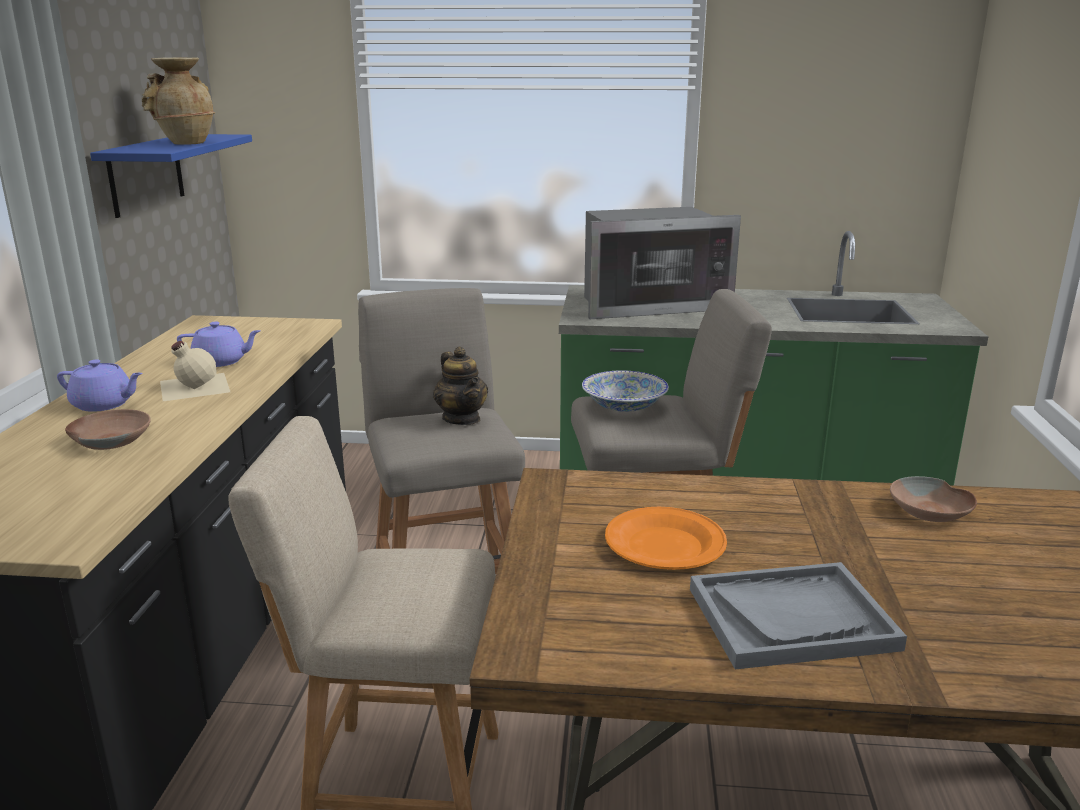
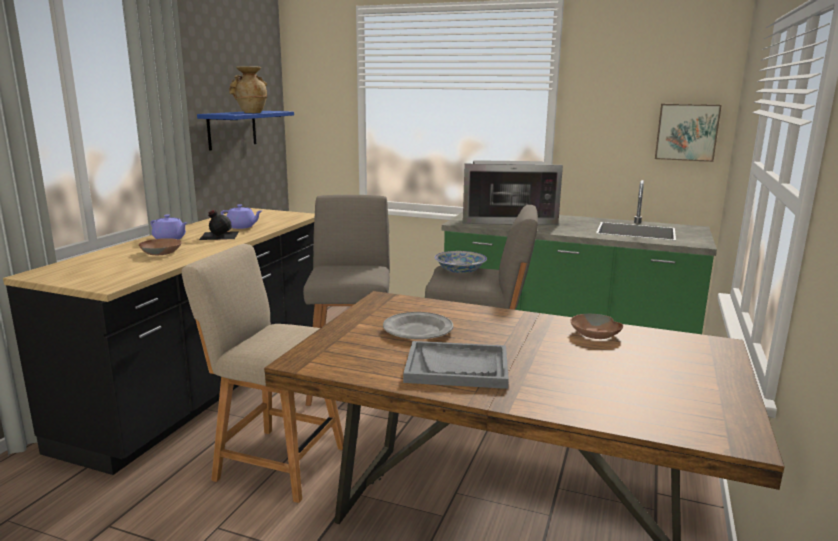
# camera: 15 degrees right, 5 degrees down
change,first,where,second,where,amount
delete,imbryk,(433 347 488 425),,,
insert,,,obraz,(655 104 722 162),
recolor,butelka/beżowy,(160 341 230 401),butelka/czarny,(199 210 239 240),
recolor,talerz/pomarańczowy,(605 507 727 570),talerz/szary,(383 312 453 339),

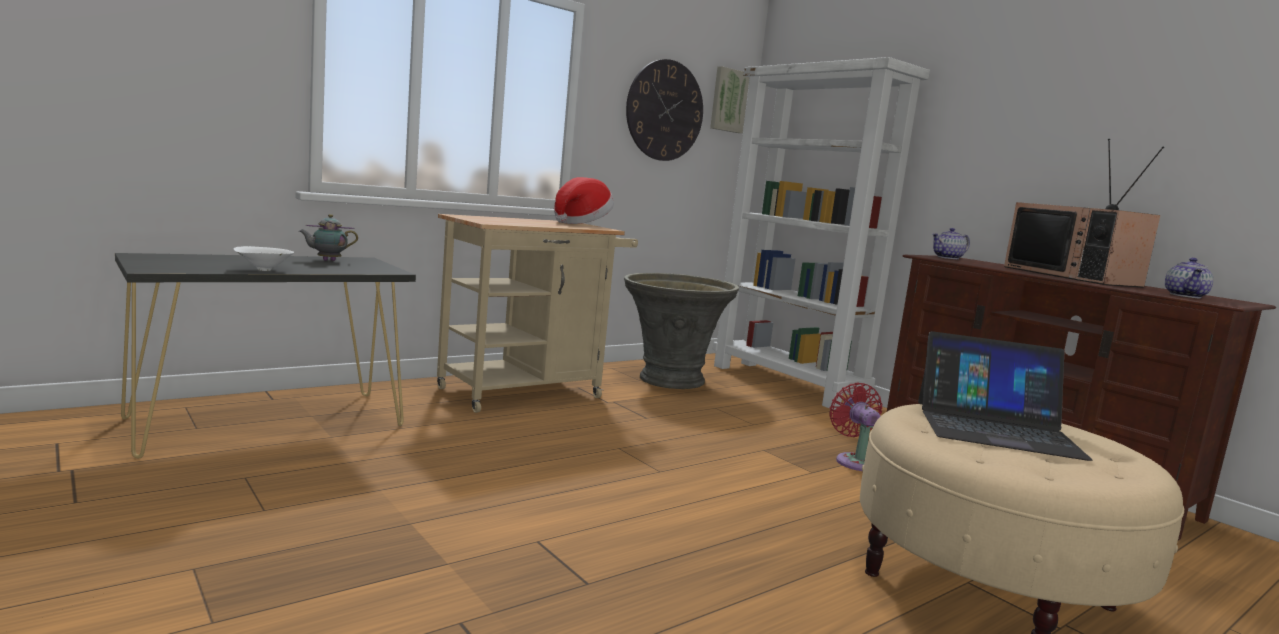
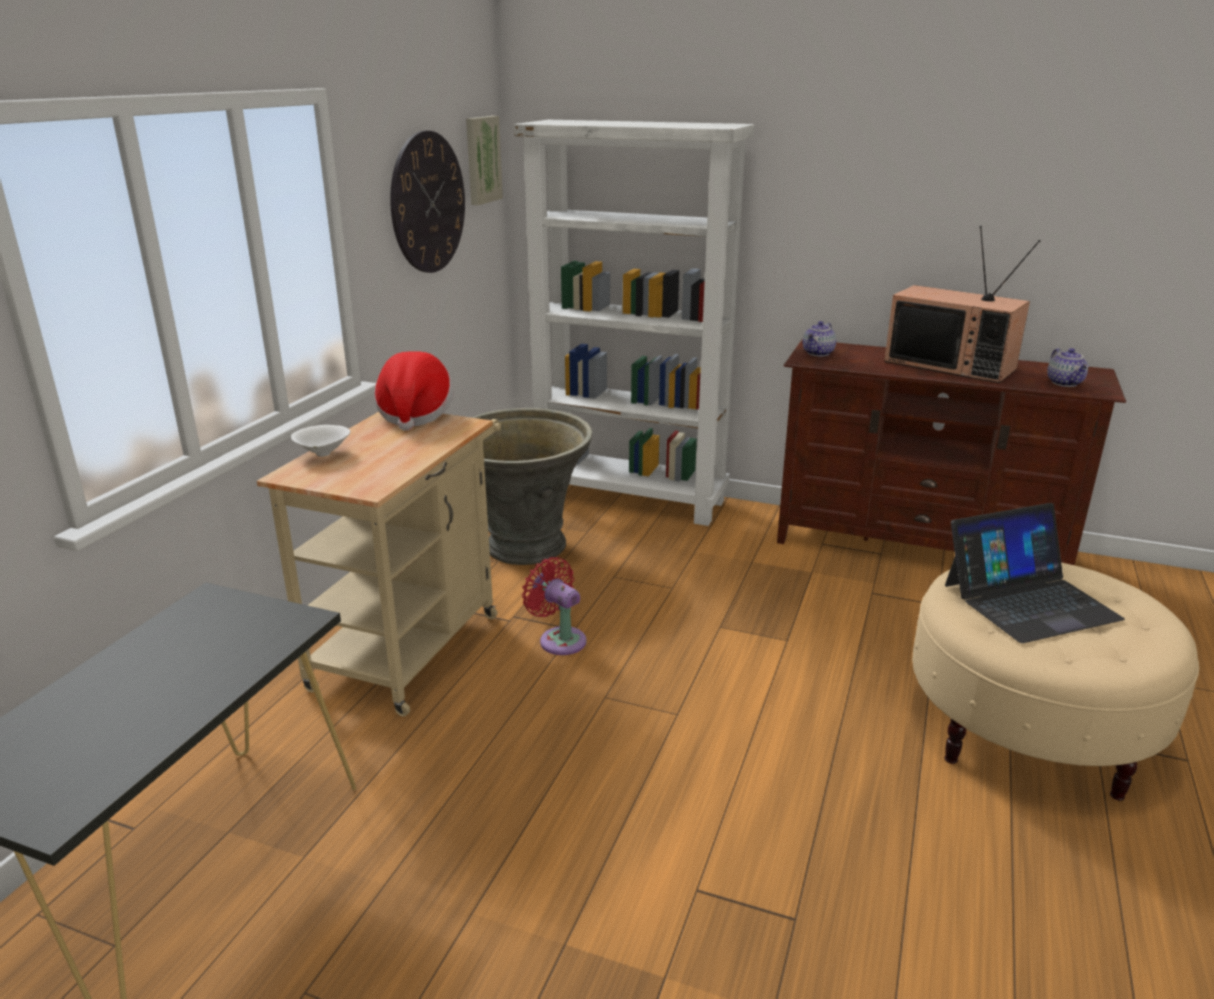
# camera: 30 degrees left, 15 degrees up
change,first,where,second,where,amount
delete,imbryk,(299 214 358 261),,,
move,miska/biały,(233 246 294 271),,(291 425 350 457),
move,wentylator/czerwony,(829 383 882 471),,(522 557 587 655),

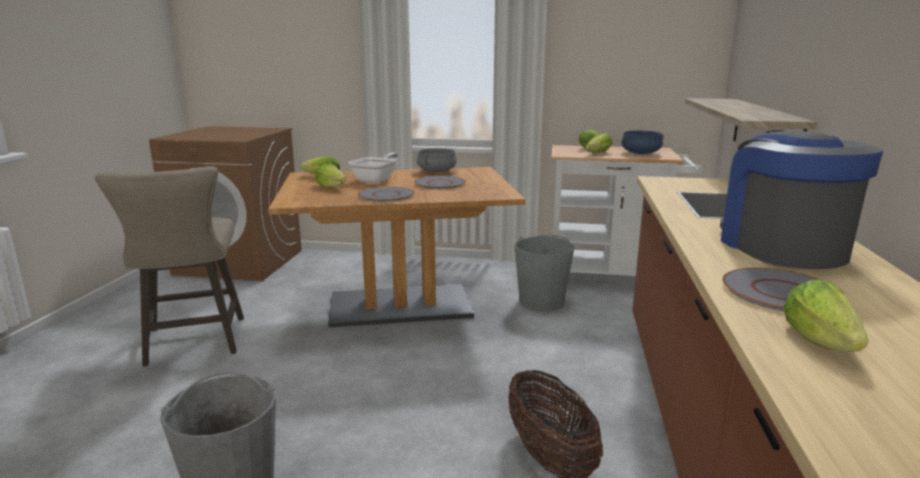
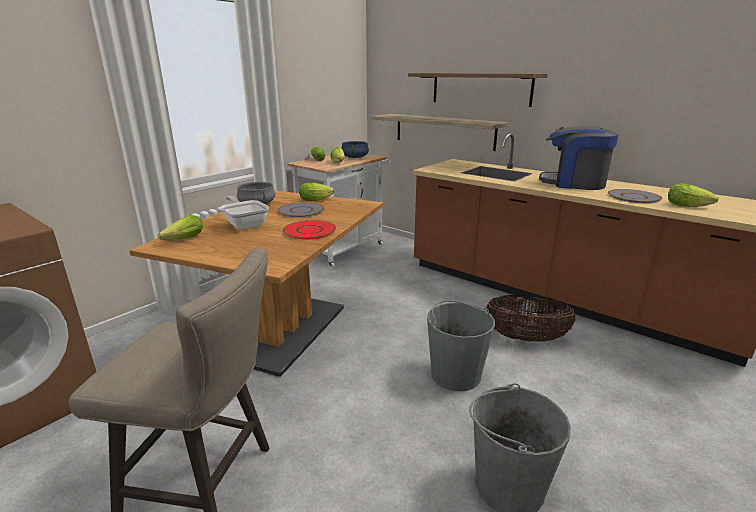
# camera: 60 degrees left, 5 degrees up
change,first,where,second,where,amount
insert,,,półka,(408 73 548 107),
move,sałata,(315 164 346 187),,(299 182 334 201),
move,wiadro/szary,(514 235 575 311),,(427 300 495 391),
recolor,talerz/szary,(358 186 415 202),talerz/czerwony,(283 220 336 239),

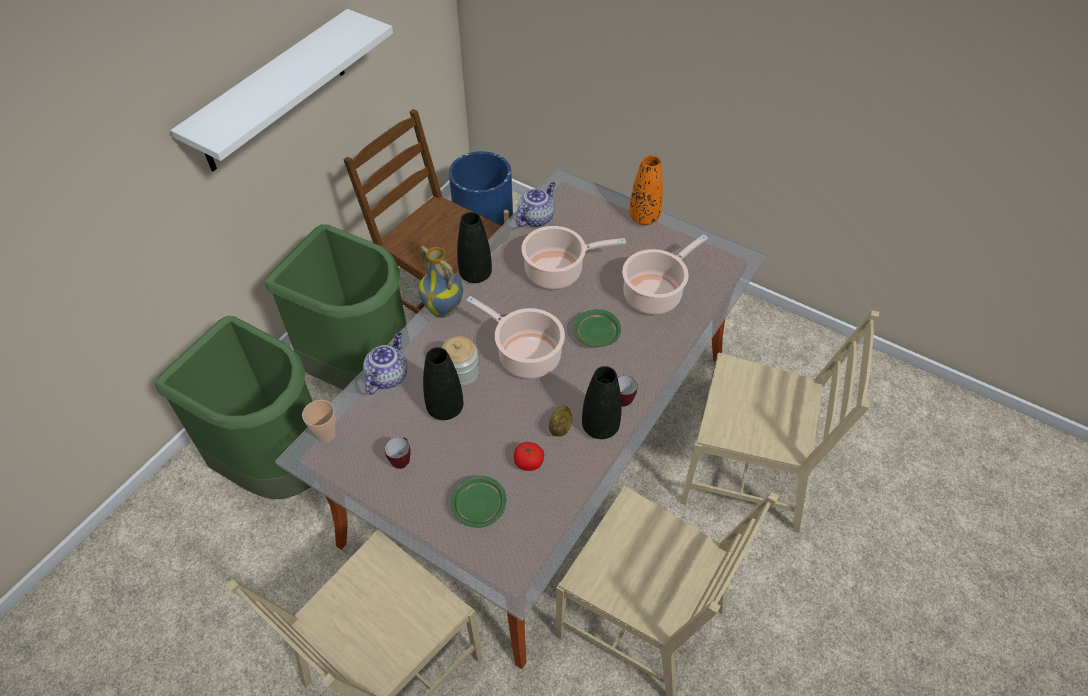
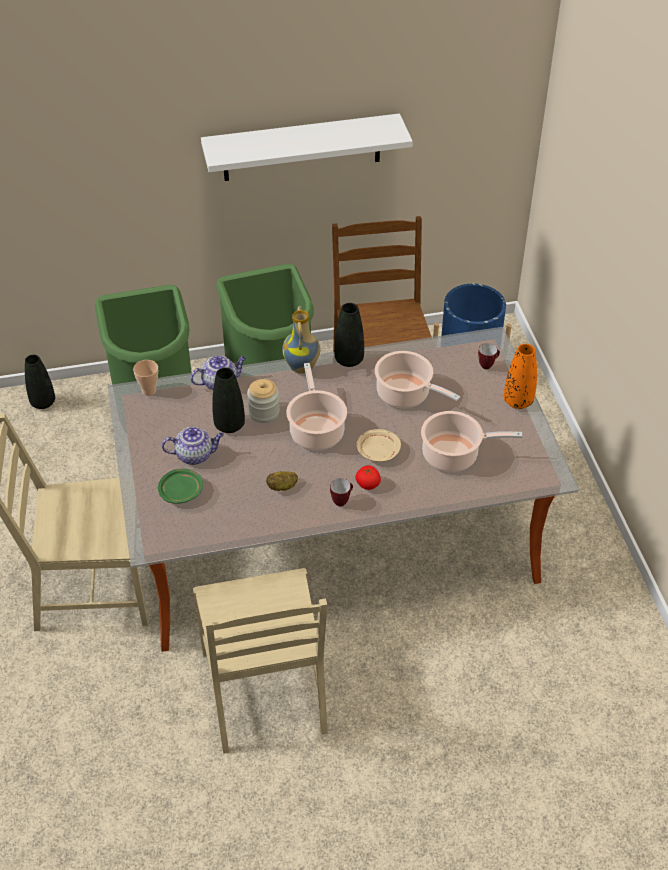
# camera: 45 degrees right, 5 degrees down
change,first,where,second,where,amount
delete,krzesło/beżowy,(680 310 879 533),,,
move,kubek,(385 437 411 469),,(478 343 500 369),
move,pomidor,(514 442 544 471),,(355 465 381 490),
move,imbryk,(516 182 555 227),,(162 426 224 465),
move,wazon/czarny,(582 366 622 439),,(25 355 55 409),
recolor,talerz/zielony,(573 309 621 347),talerz/beżowy,(357 429 401 462),

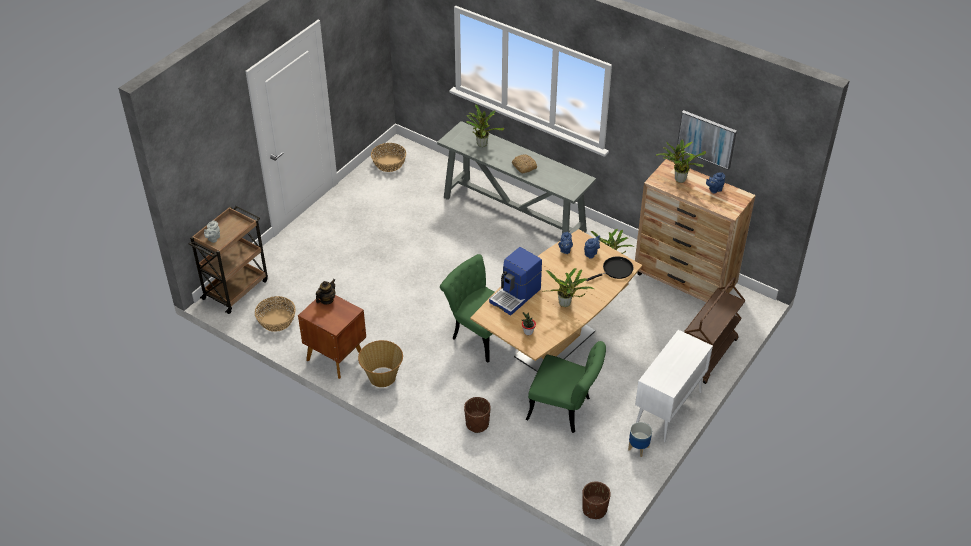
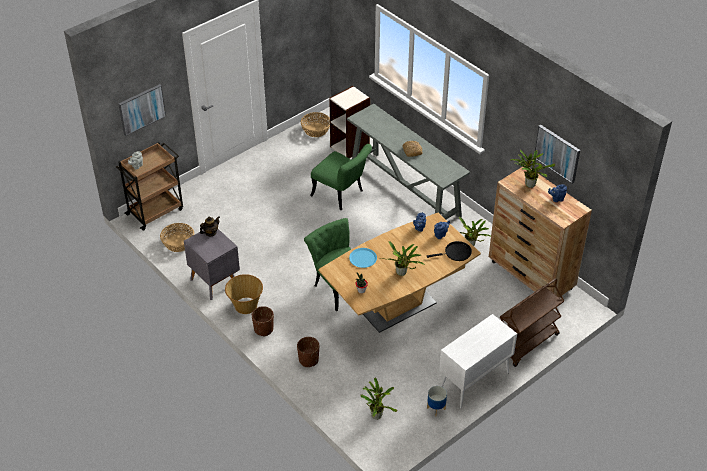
# camera: 15 degrees right, 0 degrees up
change,first,where,second,where,amount
insert,,,obraz,(118 84 166 136),
insert,,,regał,(329 86 370 158),
move,roślina doniczkowa,(466 104 504 147),,(361 378 397 420),
move,krzesło/zielony,(526 341 606 433),,(310 144 372 210),
move,donica/brązowy,(582 481 611 519),,(252 306 274 337),
replace,ekspres do kawy,(489 247 542 316),talerz/niebieski,(349 248 377 268),
recolor,szafka nocna/brązowy,(298 295 366 379),szafka nocna/szary,(184 229 240 300),

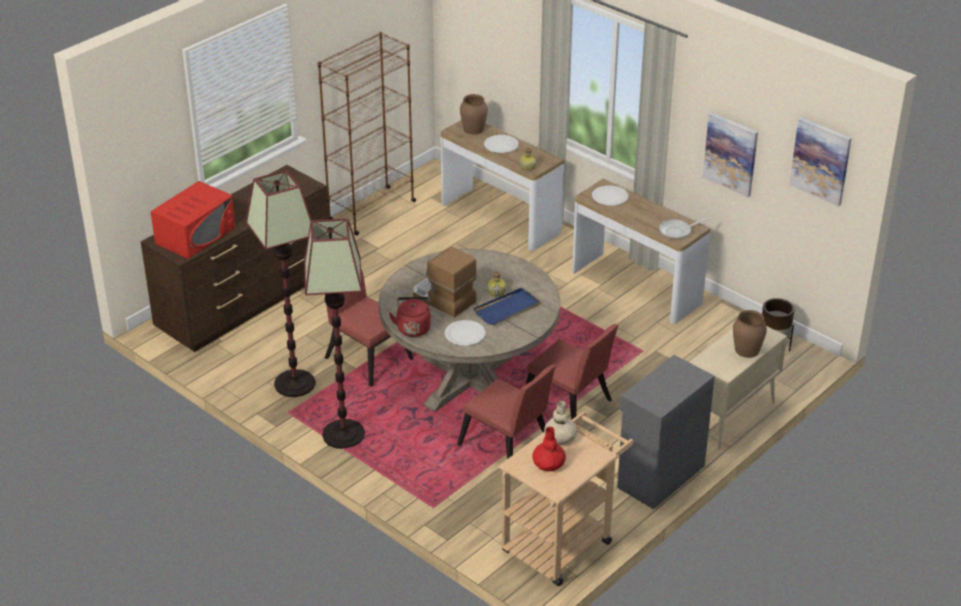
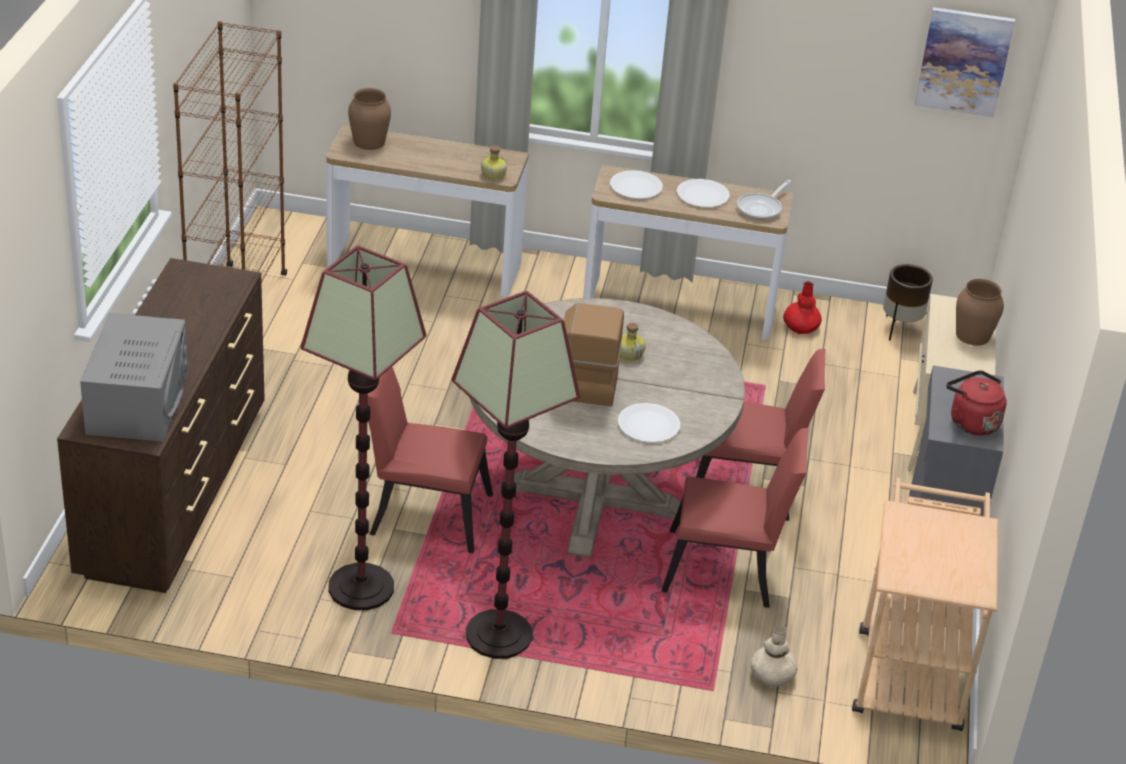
# camera: 35 degrees left, 0 degrees up
change,first,where,second,where,amount
delete,taca/niebieski,(473 288 540 326),,,
delete,obraz,(703 112 758 197),,,
move,czajnik/czerwony,(389 297 431 337),,(946 370 1007 435),
move,talerz/biały,(484 135 519 153),,(677 179 730 207),
move,wazon/czerwony,(532 427 566 471),,(783 281 822 334),
move,wazon/beżowy,(544 401 577 445),,(750 625 798 688),
recolor,mikrofalówka/czerwony,(150 181 236 259),mikrofalówka/szary,(80 313 188 442),

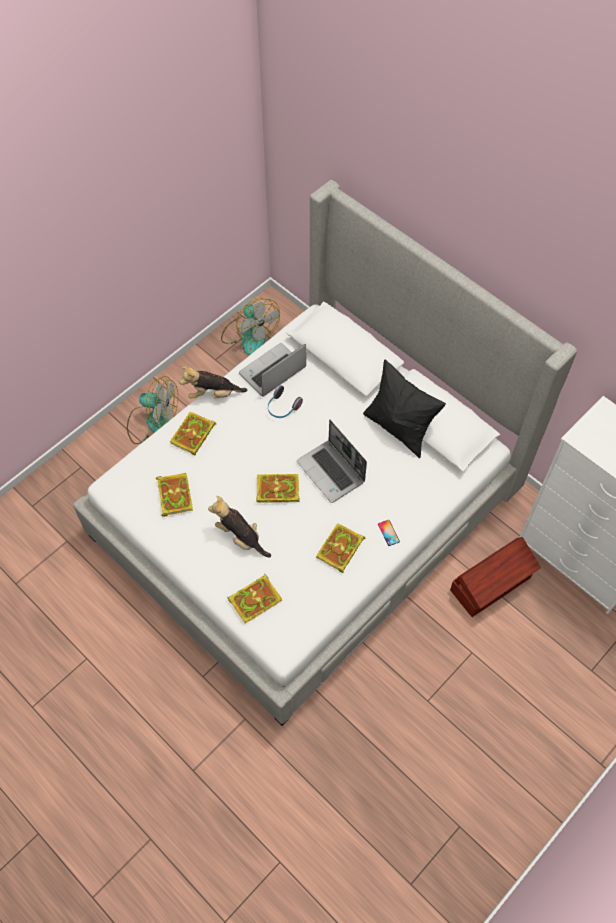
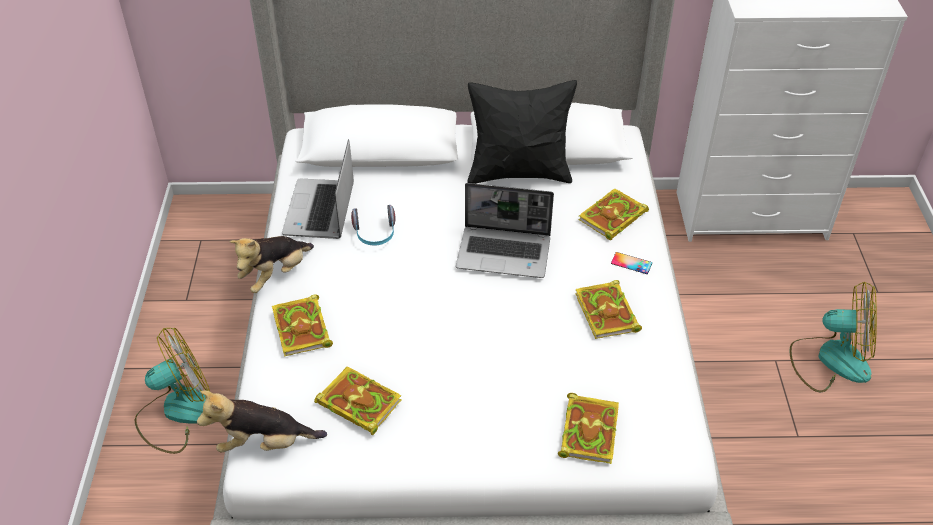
# camera: 45 degrees left, 15 degrees down
change,first,where,second,where,amount
delete,pojemnik do przechowywania/brązowy,(450 537 541 617),,,
move,pluszak,(208 496 271 557),,(197 390 327 452),
move,wentylator,(221 298 280 355),,(789 282 877 392),
move,książka,(256 474 300 503),,(578 188 649 240),

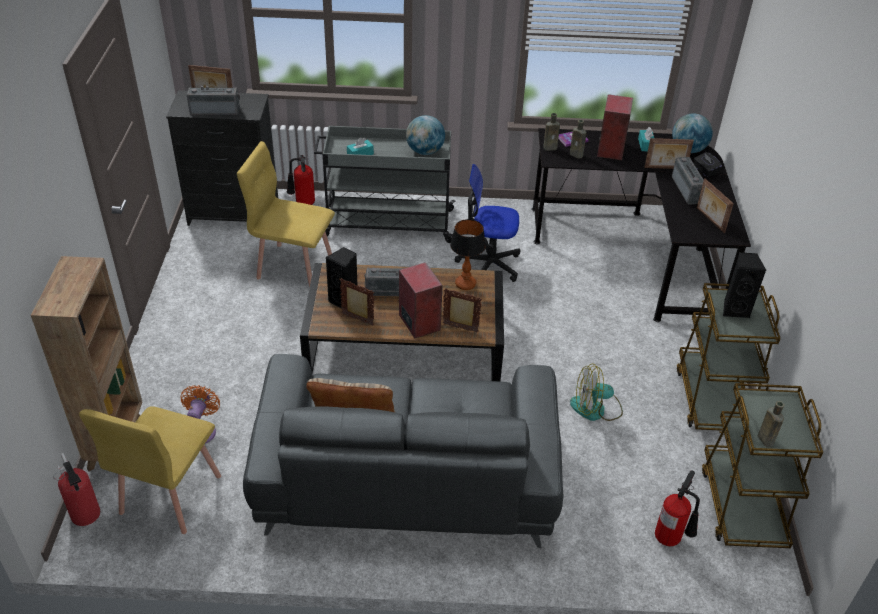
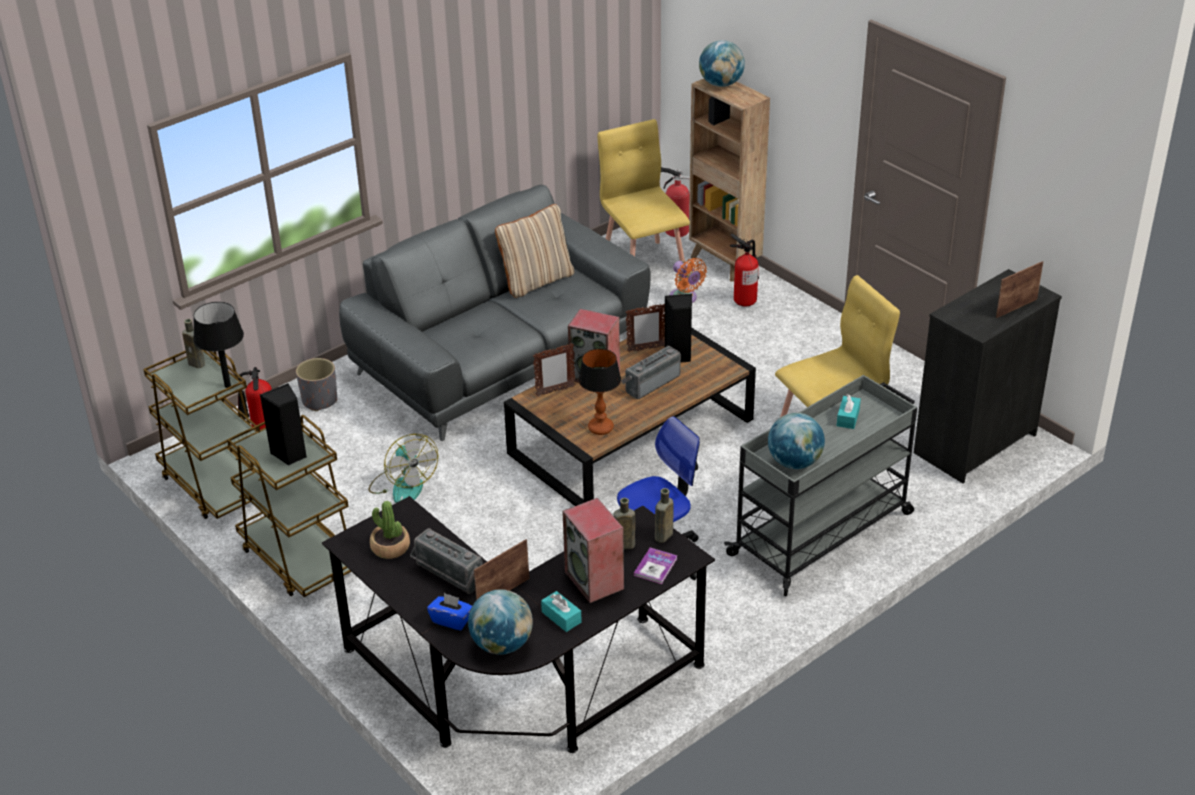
# camera: 140 degrees right, 5 degrees down
change,first,where,second,where,amount
delete,radio,(186 86 240 115),,,
insert,,,lampa stołowa/czarny,(193 302 244 388),
insert,,,donica/szary,(296 358 337 411),
insert,,,globus,(699 40 745 87),
move,gaśnica,(287 155 315 205),,(730 234 759 306),
replace,ramka na zdjęcie,(697 178 734 233),roślina doniczkowa,(370 501 410 559),
recolor,pudełko chusteczek/czarny,(694 152 722 177),pudełko chusteczek/niebieski,(427 593 472 631),
rotate,wentylator,(570 364 623 421),,(369 434 438 503),105 degrees clockwise

